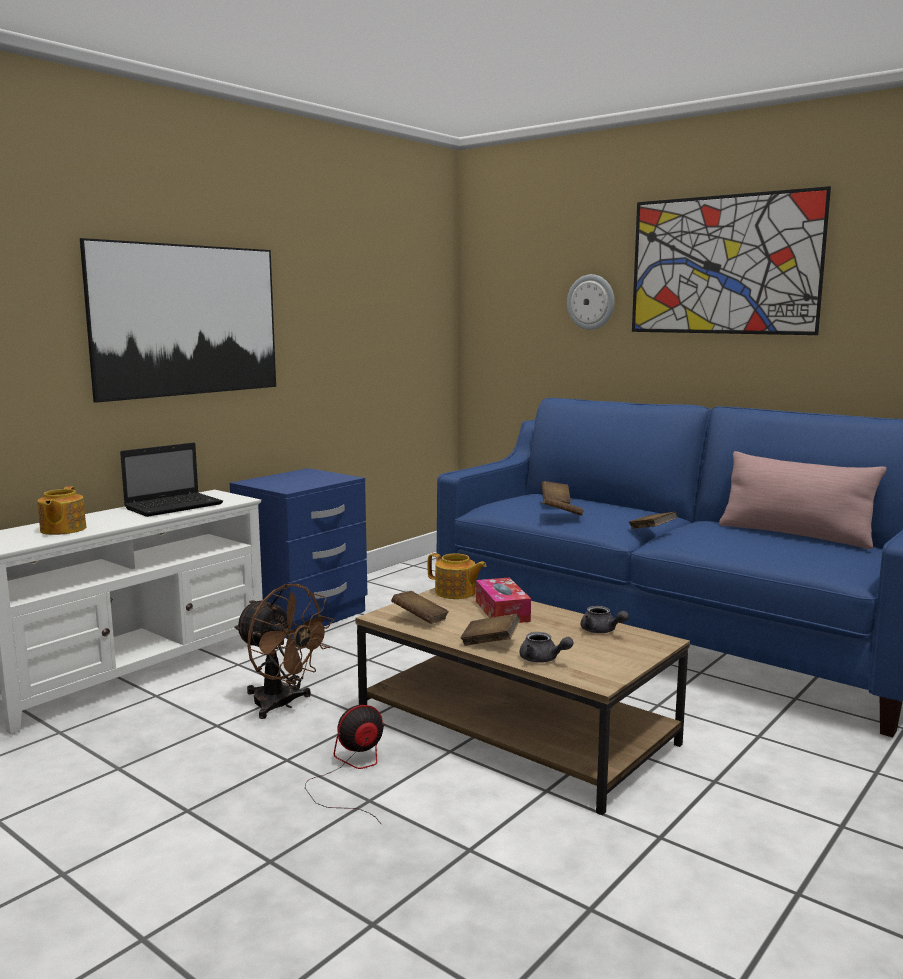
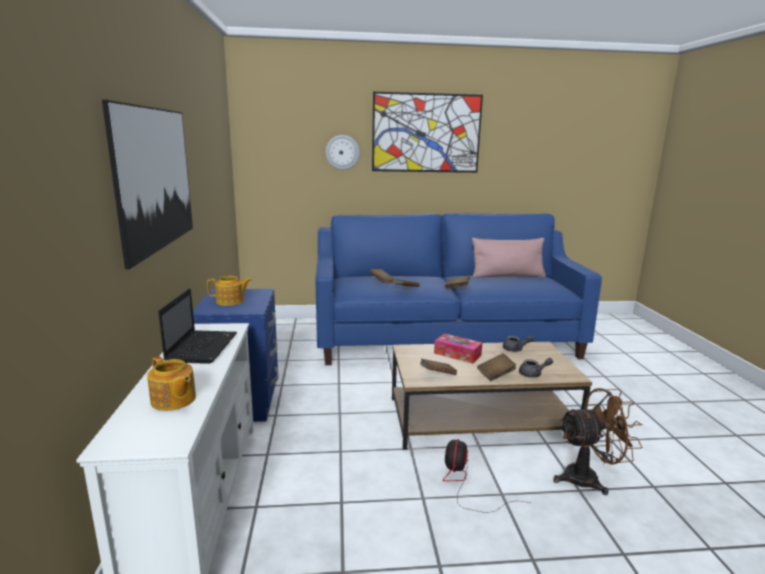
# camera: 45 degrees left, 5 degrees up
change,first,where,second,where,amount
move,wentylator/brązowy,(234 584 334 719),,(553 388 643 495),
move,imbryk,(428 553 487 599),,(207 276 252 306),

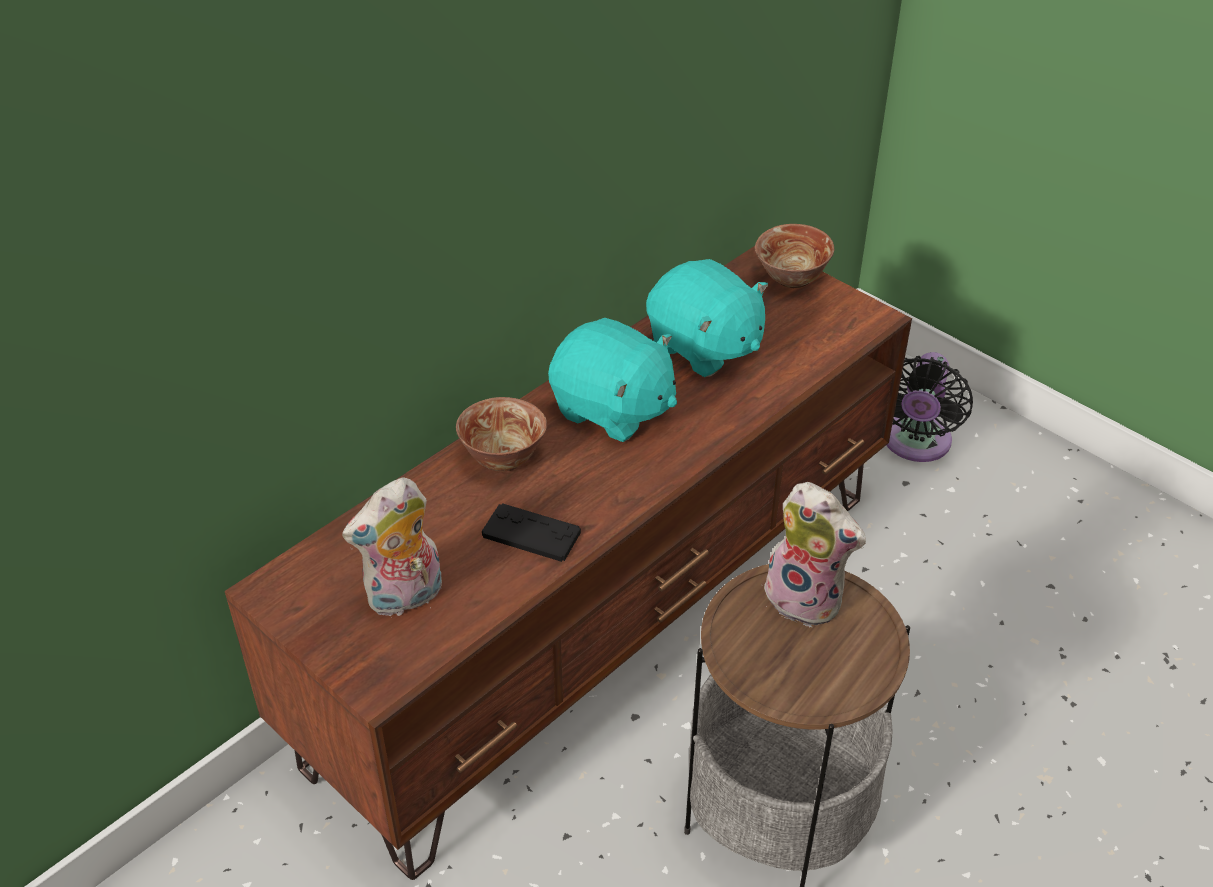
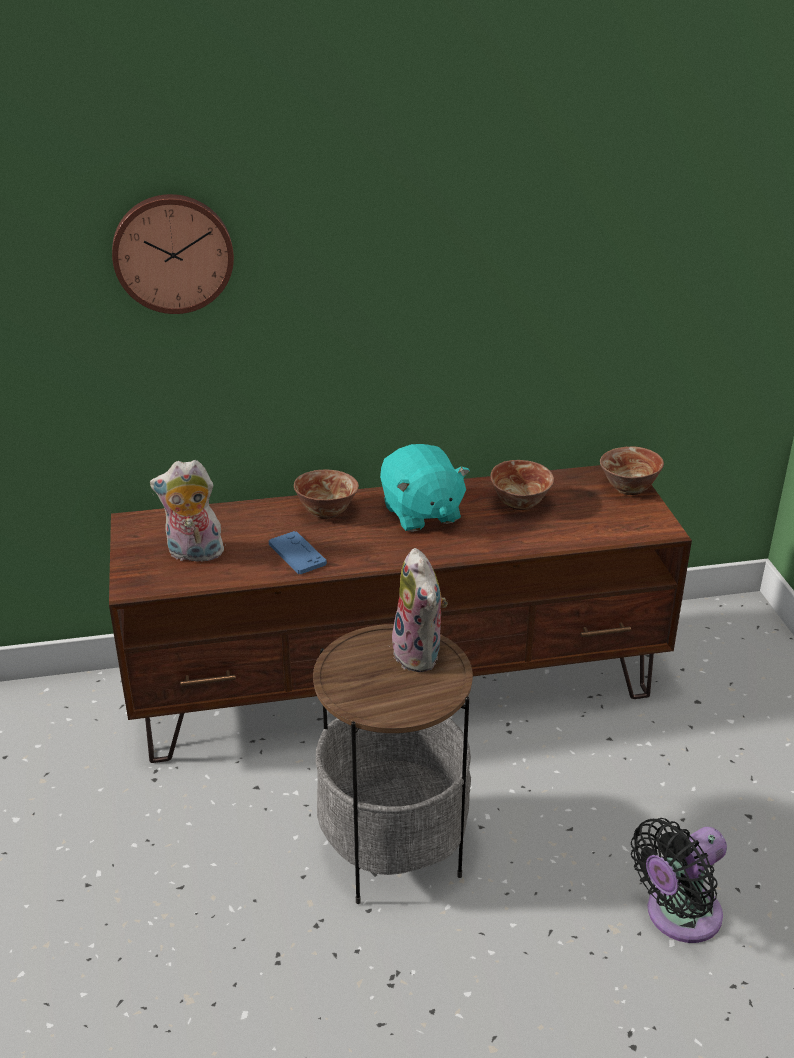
# camera: 35 degrees right, 10 degrees down
change,first,where,second,where,amount
insert,,,zegar ścienny,(112 194 234 314),
move,wentylator/czarny,(887 352 973 462),,(631 818 727 943),
replace,pluszak/turkusowy,(646 259 768 377),miska,(491 460 554 510),
recolor,pad do gier/czarny,(482 503 581 562),pad do gier/niebieski,(269 531 327 574),

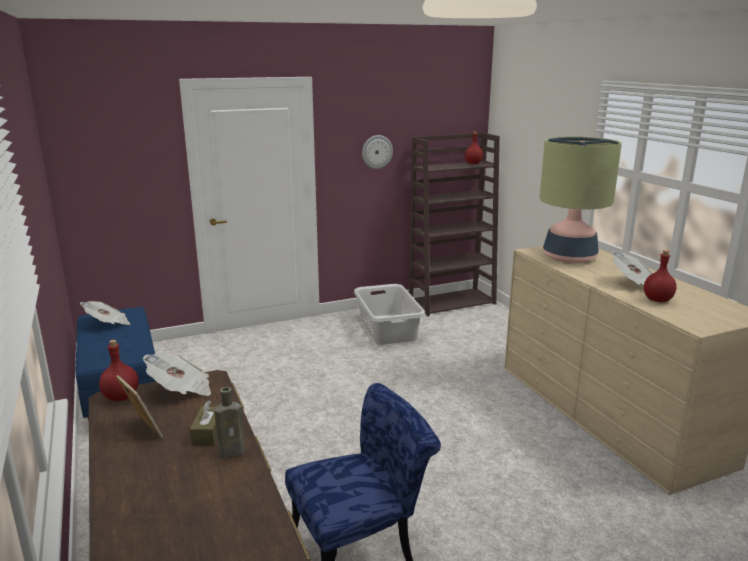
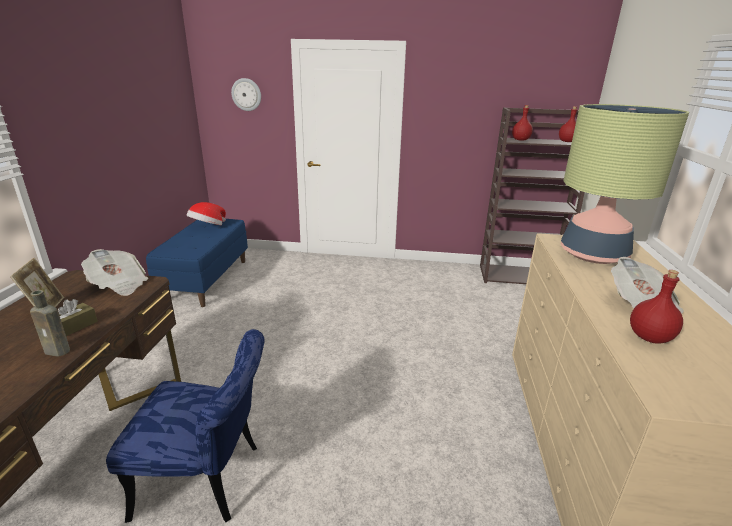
# camera: 30 degrees right, 5 degrees up
change,first,where,second,where,amount
delete,kosz na pranie/szary,(354 284 426 345),,,
move,butelka/czerwony,(99 340 139 401),,(512 105 533 141),
move,zegar ścienny,(362 135 393 169),,(231 78 261 111),
replace,gazeta,(80 301 130 325),kapelusz,(187 202 226 225),

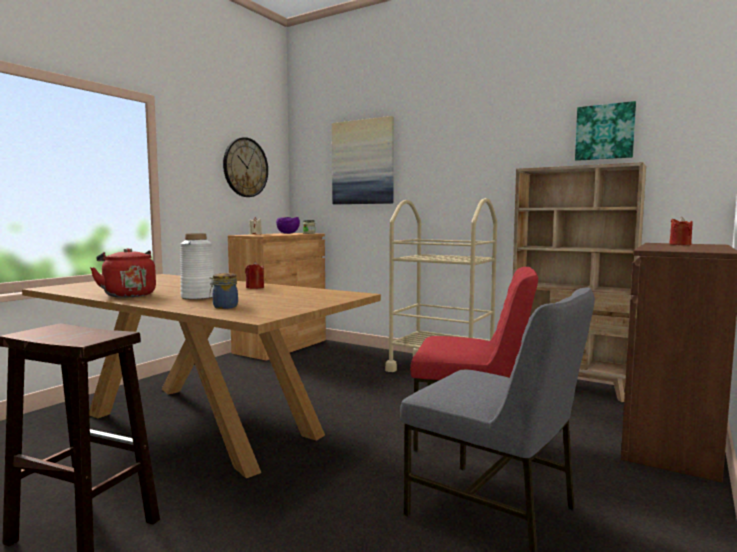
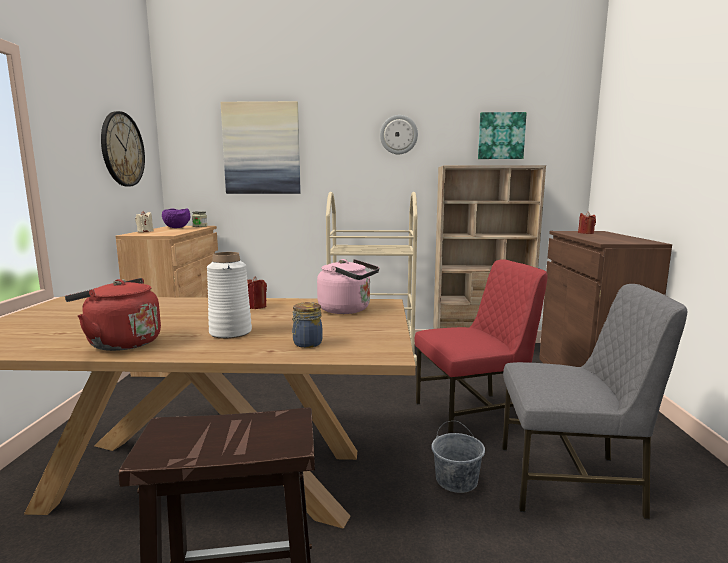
# camera: 30 degrees left, 5 degrees up
change,first,where,second,where,amount
insert,,,czajnik/różowy,(317 259 379 314),
insert,,,zegar ścienny,(380 115 418 154),
insert,,,wiadro/szary,(431 421 485 493),

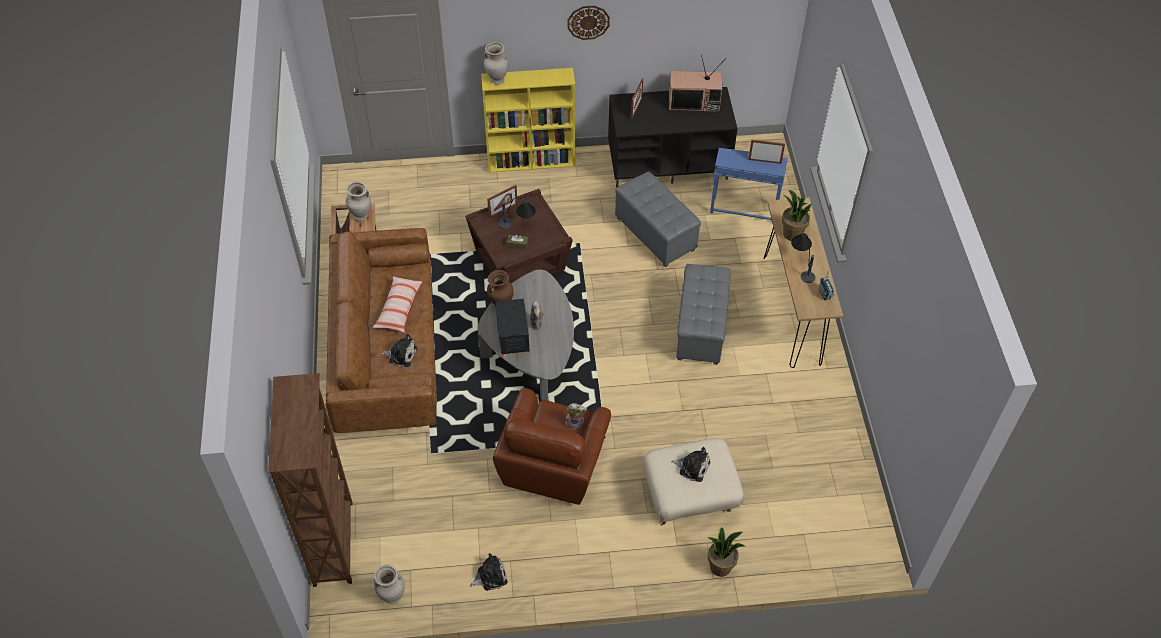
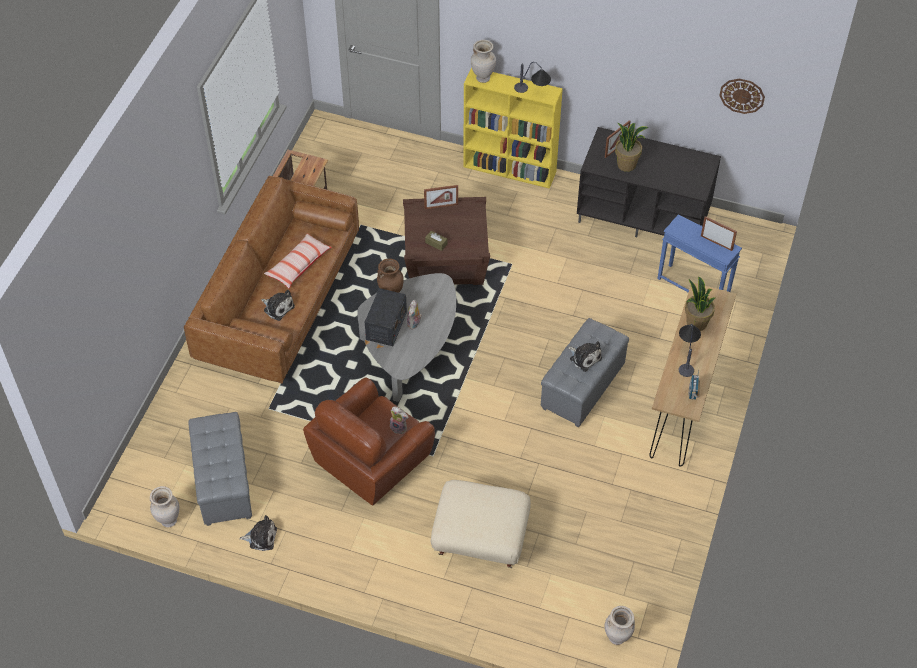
# camera: 25 degrees right, 0 degrees up
change,first,where,second,where,amount
delete,regał/brązowy,(268 373 353 587),,,
delete,telewizor,(669 55 726 112),,,
move,wazon/beżowy,(346 181 371 221),,(605 606 635 645),
move,lampa stołowa,(498 197 536 229),,(514 62 551 93),
move,zegar ścienny,(568 6 610 40),,(719 78 765 114),
move,pufa/szary,(615 171 701 267),,(188 412 252 526),
move,pluszak,(671 447 710 482),,(568 341 602 372),
move,roślina doniczkowa,(707 527 745 577),,(615 123 649 172),

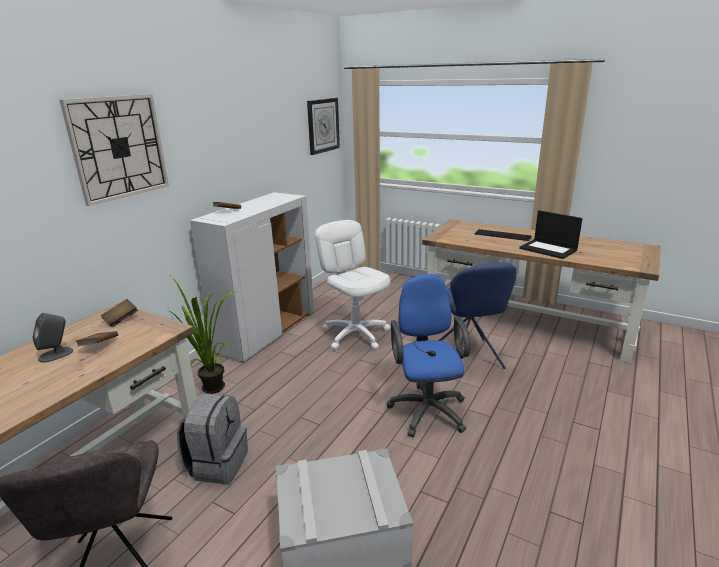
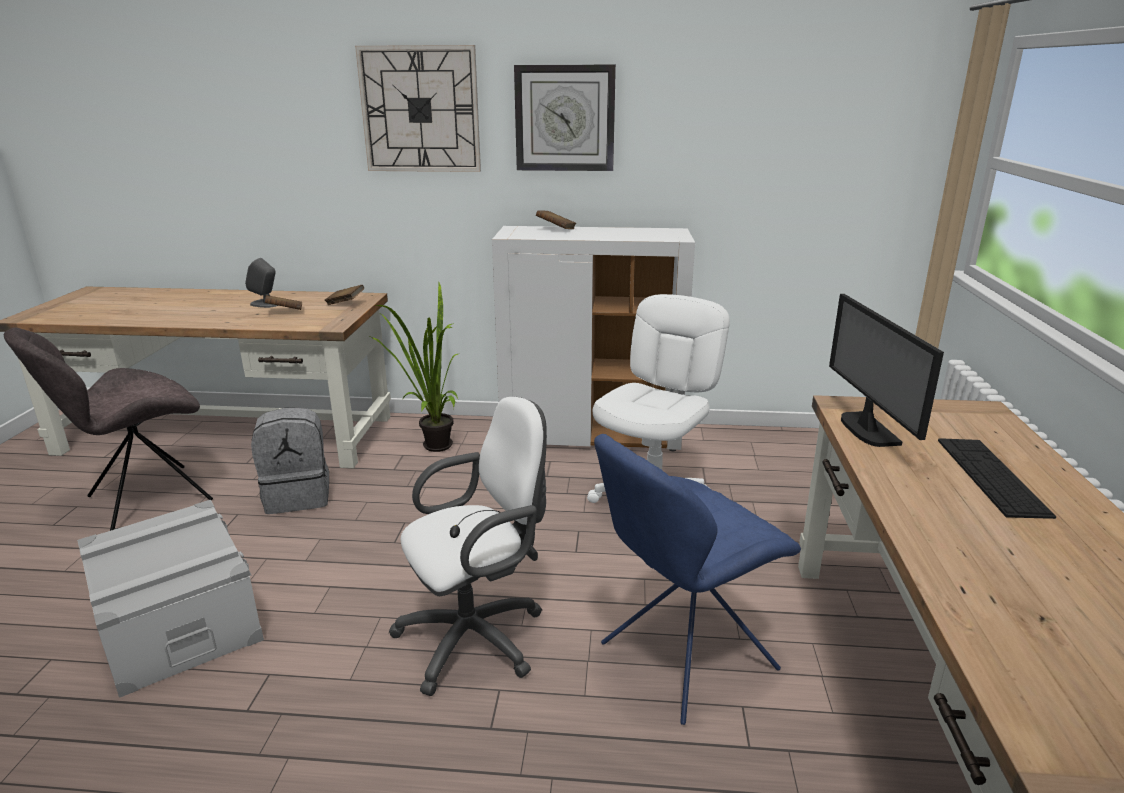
# camera: 65 degrees right, 0 degrees up
change,first,where,second,where,amount
delete,laptop,(519 210 583 259),,,
insert,,,monitor,(829 294 944 447),
move,zegar ścienny,(307 98 340 155),,(514 65 616 171),
recolor,krzesło biurowe/niebieski,(386 274 470 437),krzesło biurowe/biały,(389 397 547 696),

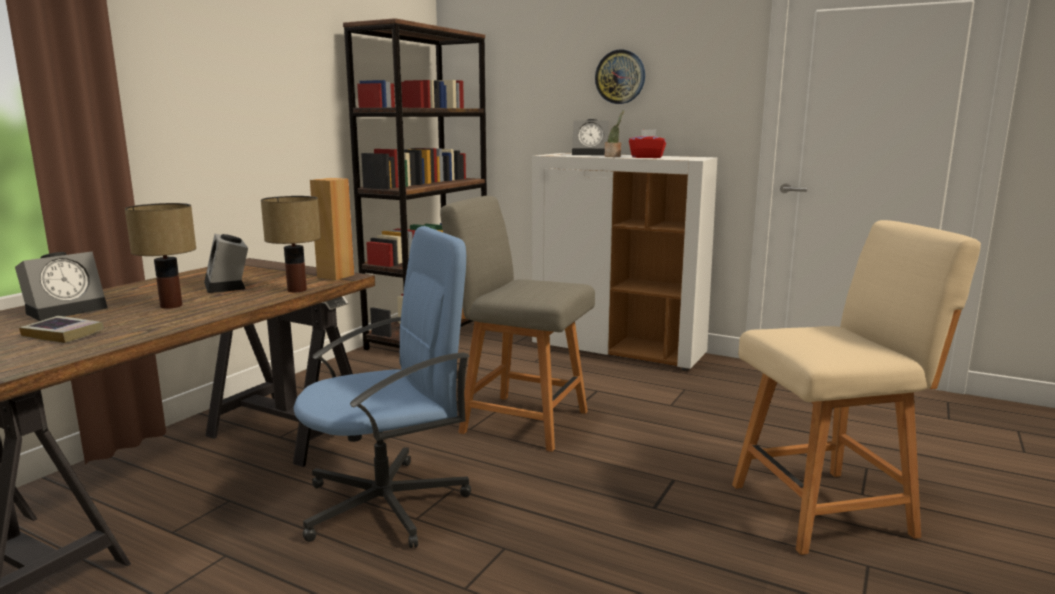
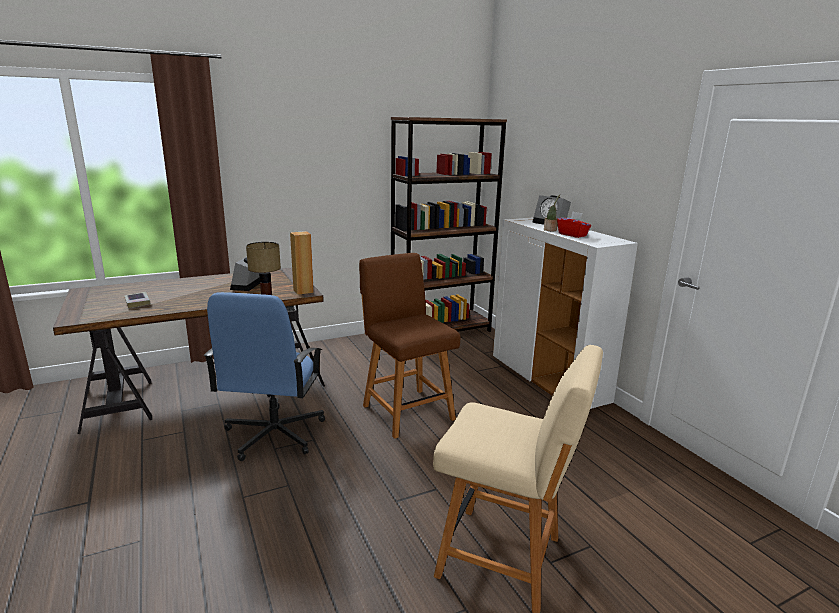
# camera: 35 degrees right, 5 degrees up
change,first,where,second,where,amount
delete,budzik,(15 252 108 321),,,
delete,lampa stołowa,(125 203 196 309),,,
delete,zegar ścienny,(595 49 645 104),,,
recolor,krzesło/szary,(440 196 595 452),krzesło/brązowy,(359 253 461 439),
rotate,krzesło biurowe/niebieski,(293 226 471 548),,(204 292 325 461),90 degrees clockwise

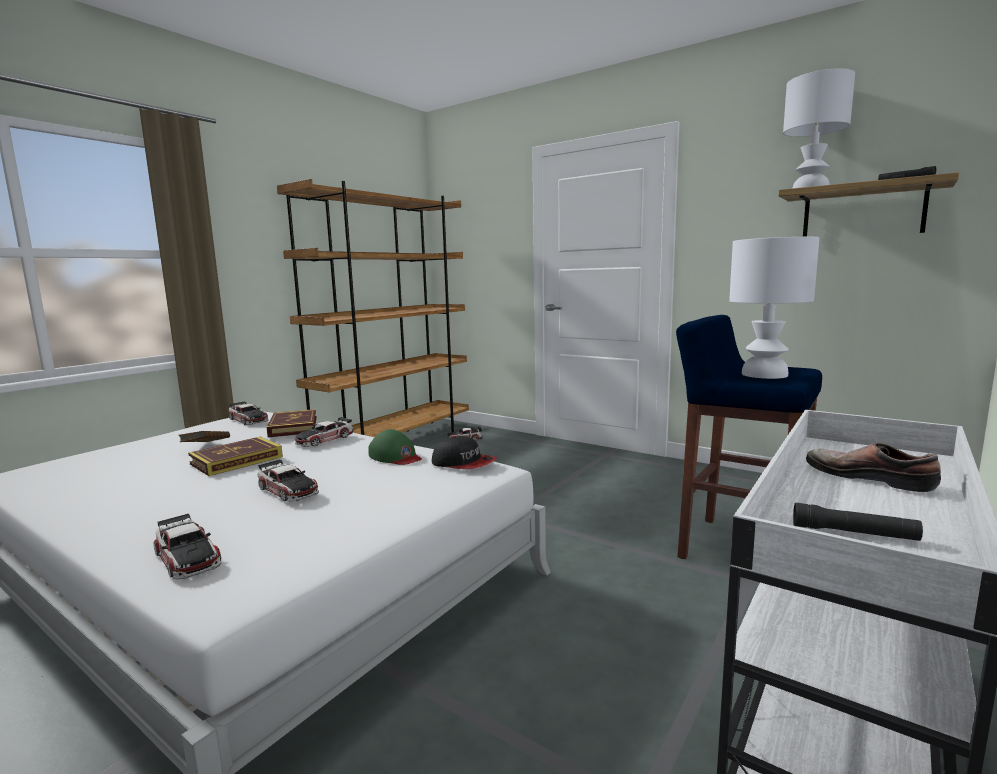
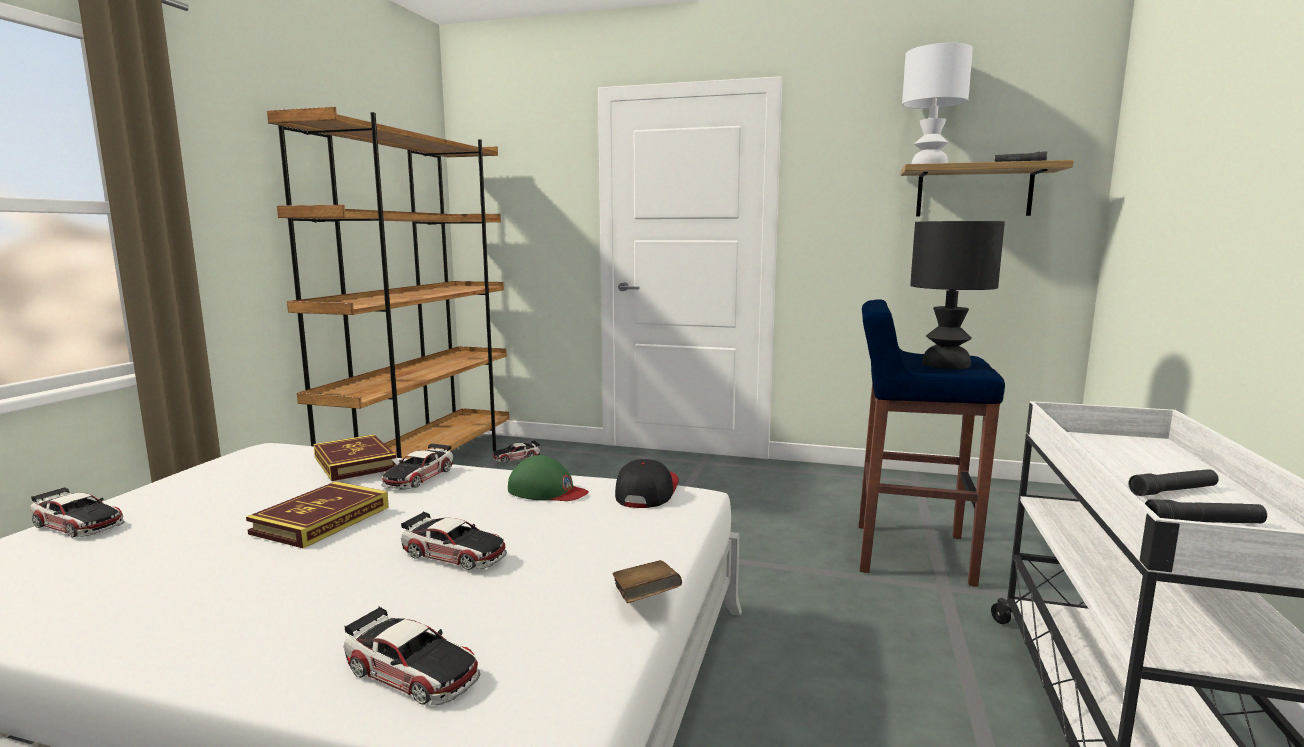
# camera: 20 degrees left, 0 degrees up
change,first,where,second,where,amount
delete,but,(806 443 941 492),,,
insert,,,latarka/czarny,(1128 469 1219 496),
move,książka/brązowy,(179 431 230 442),,(612 560 682 603),
move,samochodzik,(229 401 268 425),,(30 487 125 538),
recolor,lampa stołowa/biały,(729 237 819 379),lampa stołowa/czarny,(910 221 1005 369),
rotate,czapka z daszkiem,(432 436 497 469),,(615 459 679 508),90 degrees counterclockwise

